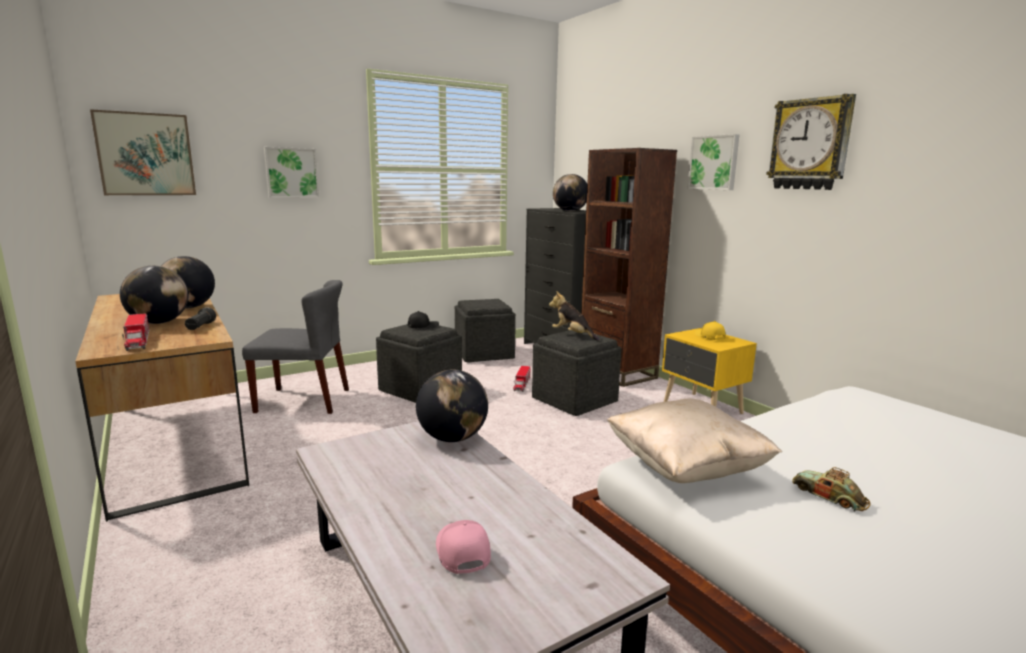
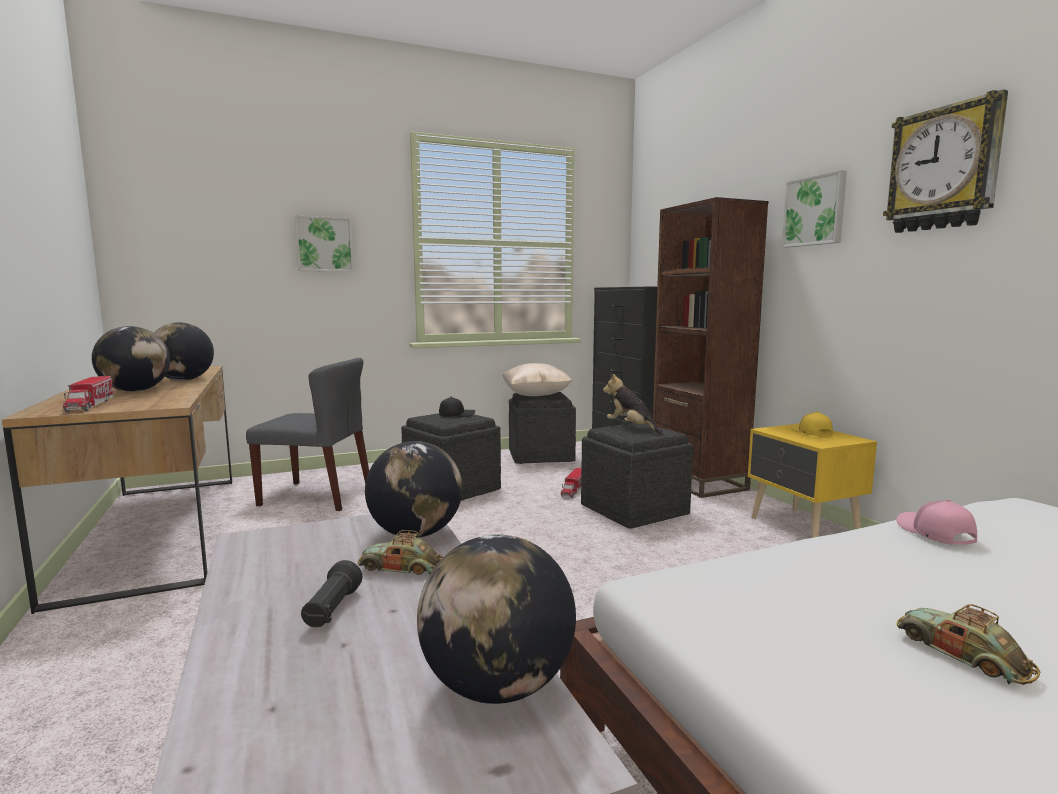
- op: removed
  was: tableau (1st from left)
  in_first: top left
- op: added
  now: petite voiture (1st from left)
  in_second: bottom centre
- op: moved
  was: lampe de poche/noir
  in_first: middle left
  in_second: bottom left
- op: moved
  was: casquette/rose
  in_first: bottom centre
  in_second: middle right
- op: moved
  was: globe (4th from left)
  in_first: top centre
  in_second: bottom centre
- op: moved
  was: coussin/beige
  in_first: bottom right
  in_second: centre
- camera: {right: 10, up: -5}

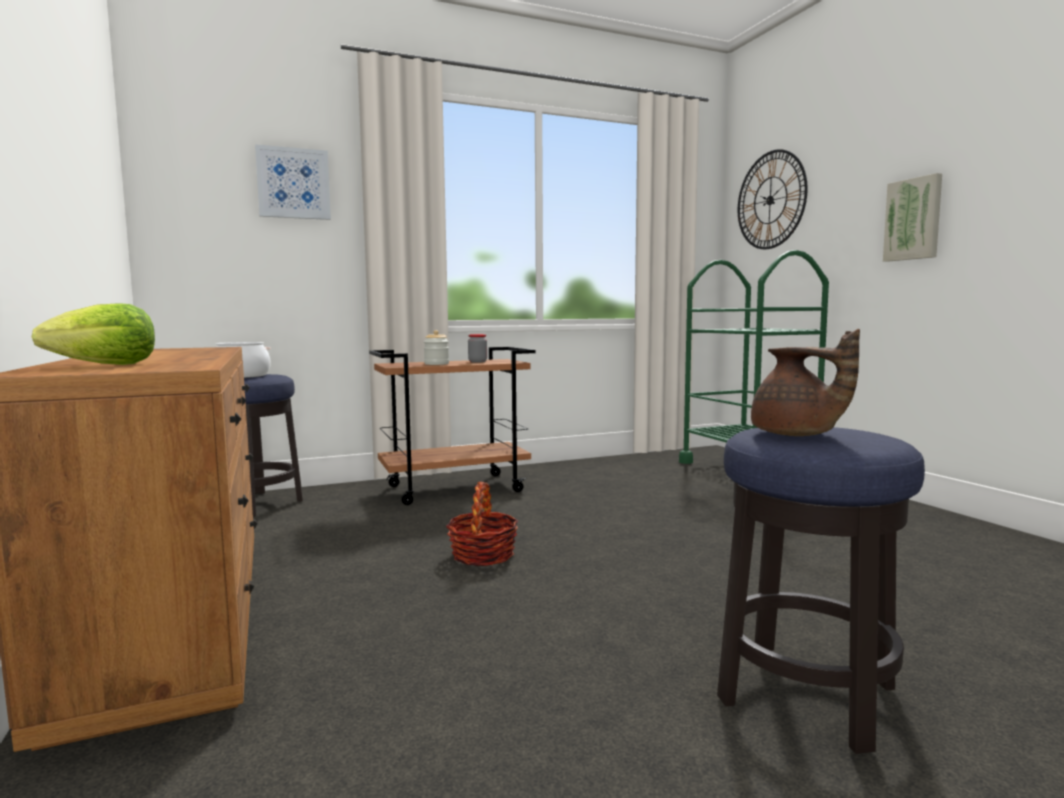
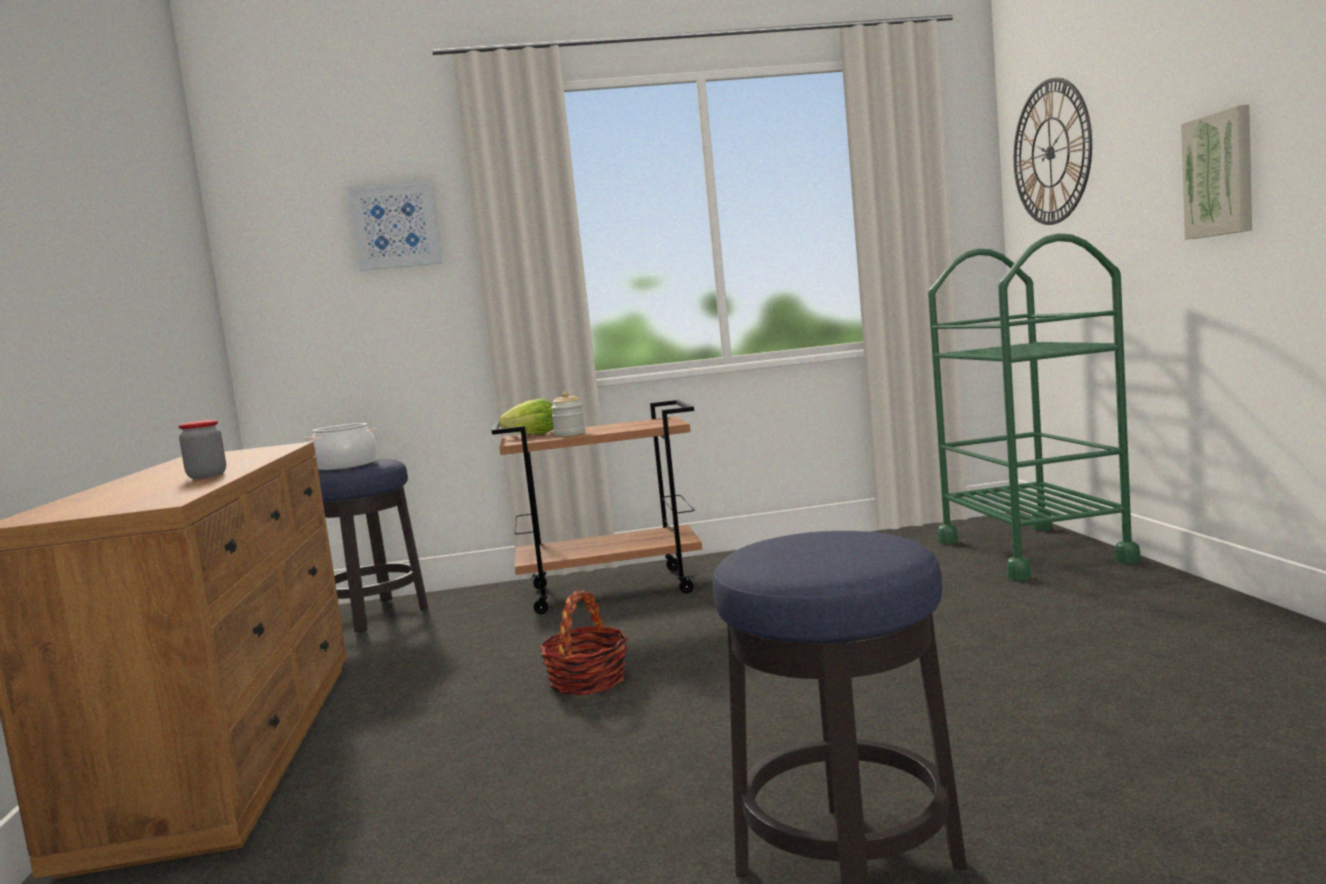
- op: removed
  was: théière/marron
  in_first: middle right
- op: moved
  was: laitue
  in_first: middle left
  in_second: centre
- op: moved
  was: bocal (2nd from left in the first image)
  now: bocal (1st from left)
  in_first: centre
  in_second: middle left
- camera: {right: 15, up: 0}

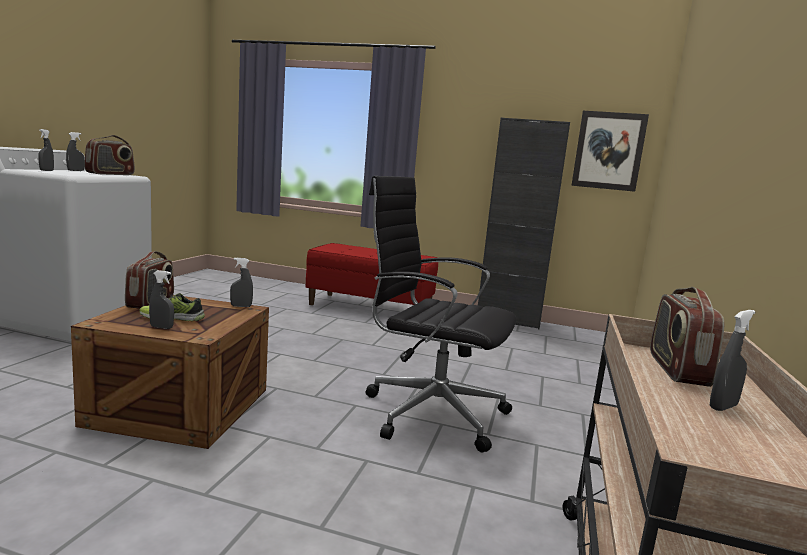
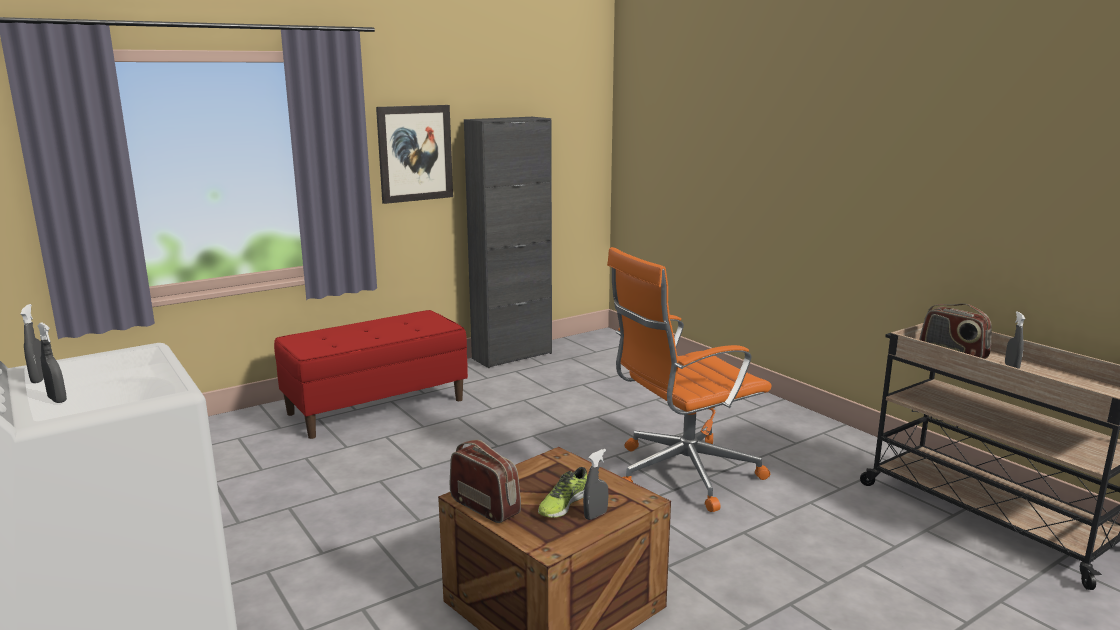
- op: removed
  was: radio (1st from left)
  in_first: top left
- op: removed
  was: vaporisateur/gris (4th from left)
  in_first: middle left
- op: moved
  was: tableau
  in_first: top right
  in_second: top centre
- op: recoloured
  was: chaise de bureau/noir
  now: chaise de bureau/orange
  in_first: centre
  in_second: centre
- camera: {right: -50, up: 5}

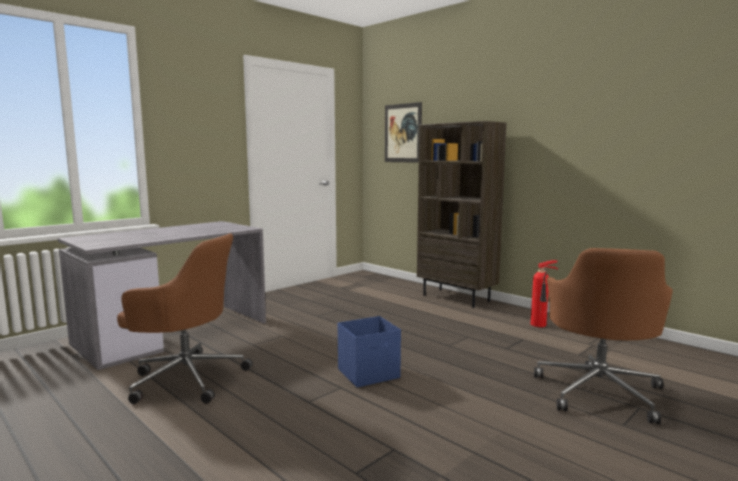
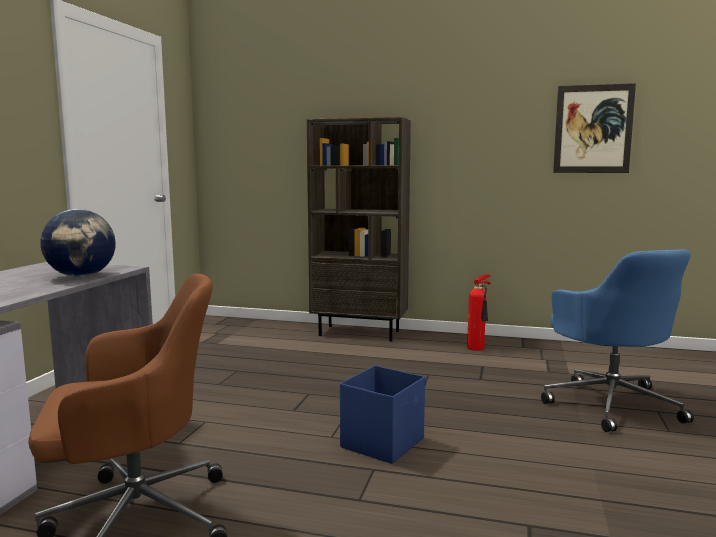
- op: added
  now: globe
  in_second: middle left
- op: moved
  was: tableau
  in_first: top centre
  in_second: top right
- op: recoloured
  was: chaise de bureau/marron (2nd from left)
  now: chaise de bureau/bleu
  in_first: bottom right
  in_second: middle right
- camera: {right: -30, up: 0}

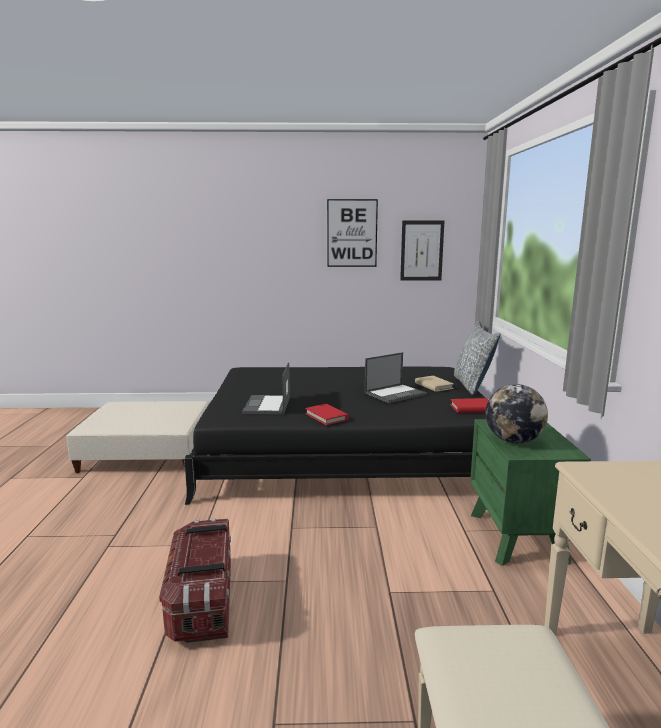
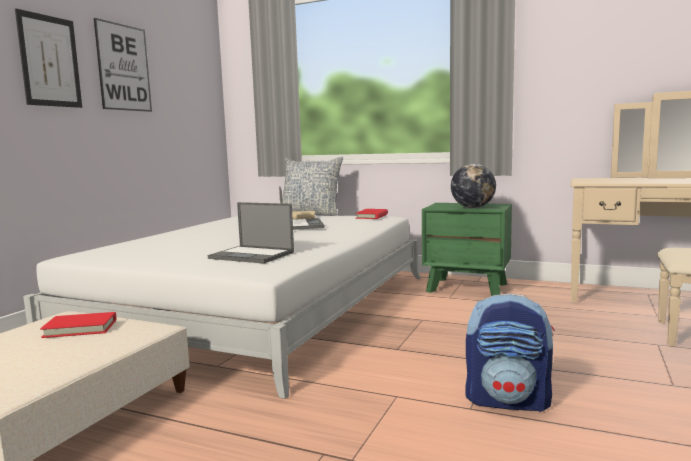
- op: moved
  was: livre/rouge (1st from left)
  in_first: centre
  in_second: bottom left
- op: moved
  was: tableau (2nd from left in the first image)
  now: tableau (1st from left)
  in_first: centre
  in_second: top left
- op: replaced
  was: boîte de rangement
  now: sac à dos
  in_first: bottom left
  in_second: bottom right
- op: recoloured
  was: lit/noir
  now: lit/blanc
  in_first: centre
  in_second: middle left
- camera: {right: -65, up: -5}

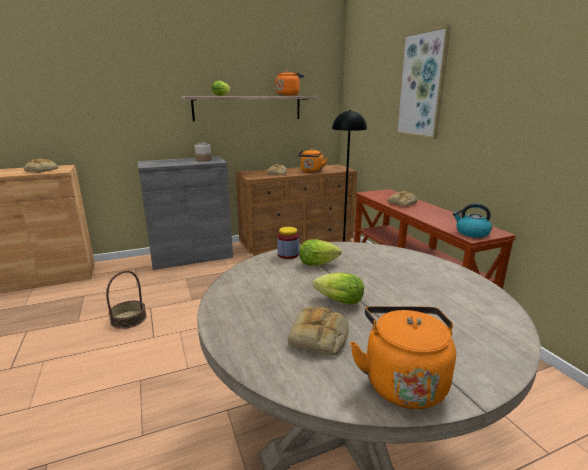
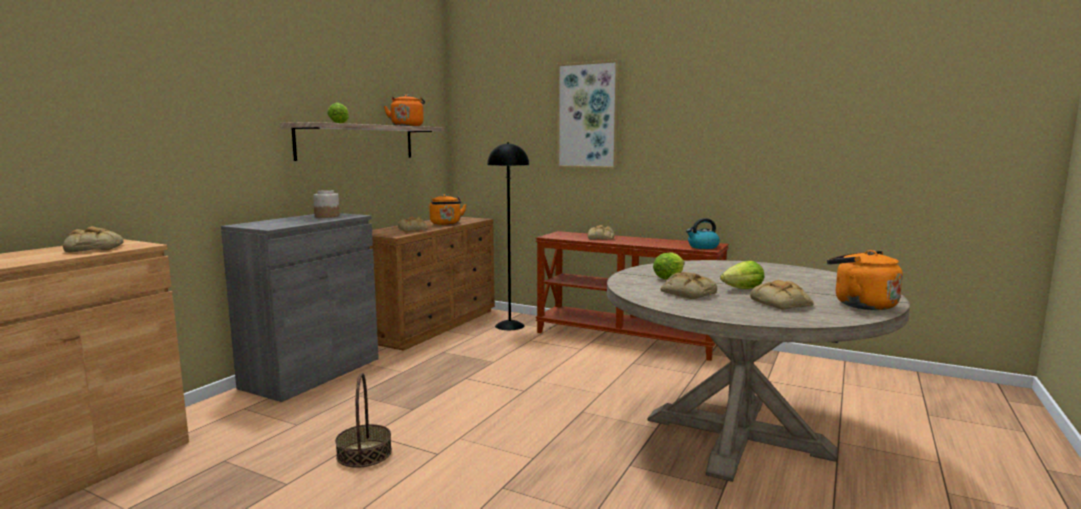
- op: removed
  was: bocal (2nd from left)
  in_first: centre
- op: added
  now: pain (4th from left)
  in_second: centre
- camera: {right: -40, up: -10}

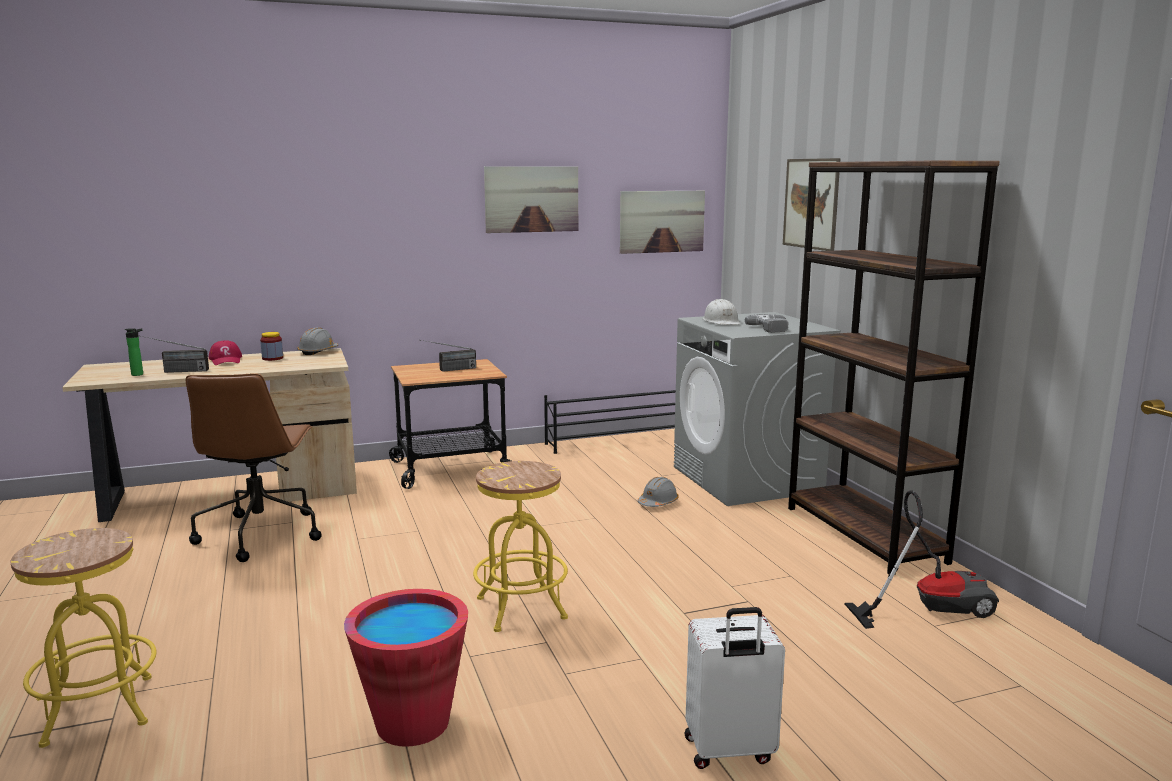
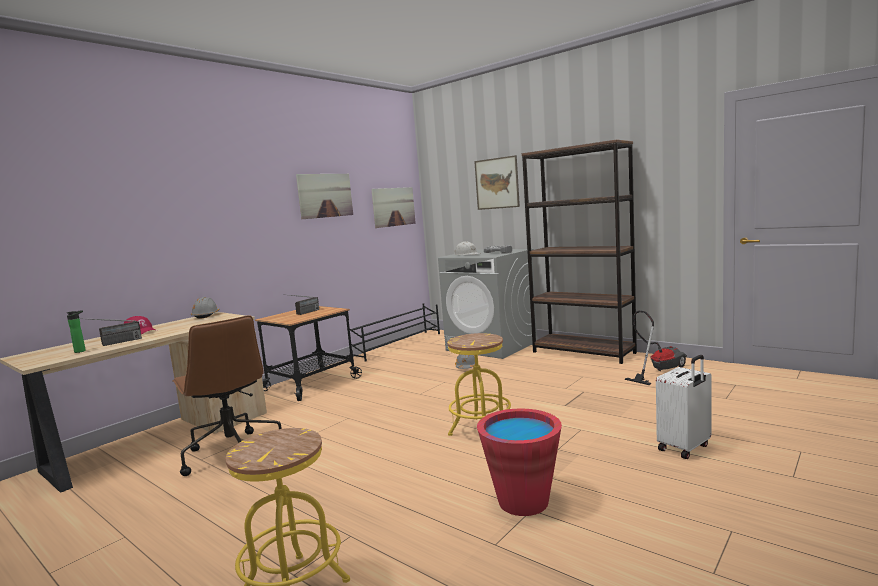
- op: removed
  was: bocal
  in_first: middle left
- camera: {right: -30, up: -5}

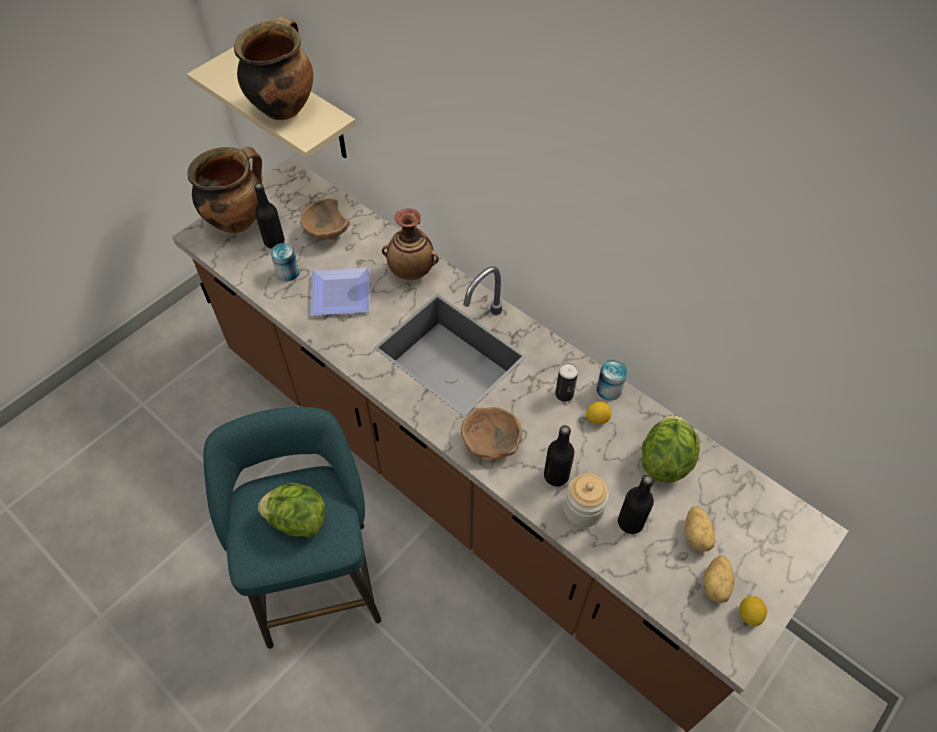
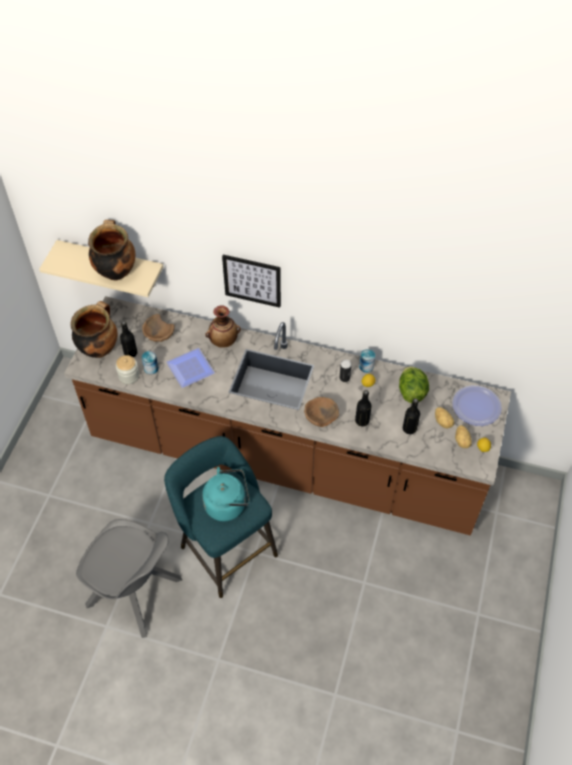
- op: added
  now: chaise/gris
  in_second: bottom left
- op: added
  now: tableau
  in_second: centre
- op: added
  now: assiette (2nd from left)
  in_second: middle right
- op: moved
  was: bocal
  in_first: bottom centre
  in_second: middle left
- op: replaced
  was: laitue (1st from left)
  now: bouilloire/turquoise
  in_first: bottom left
  in_second: centre
- camera: {right: -25, up: 0}

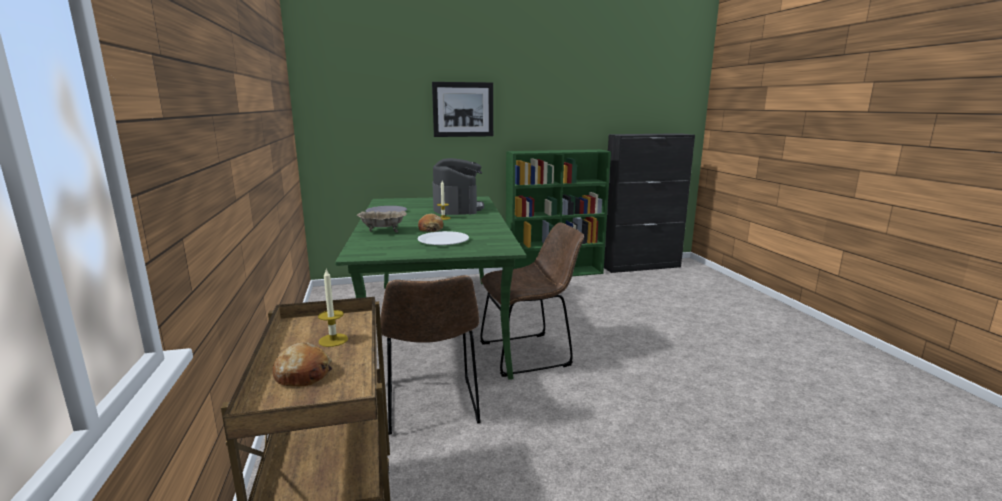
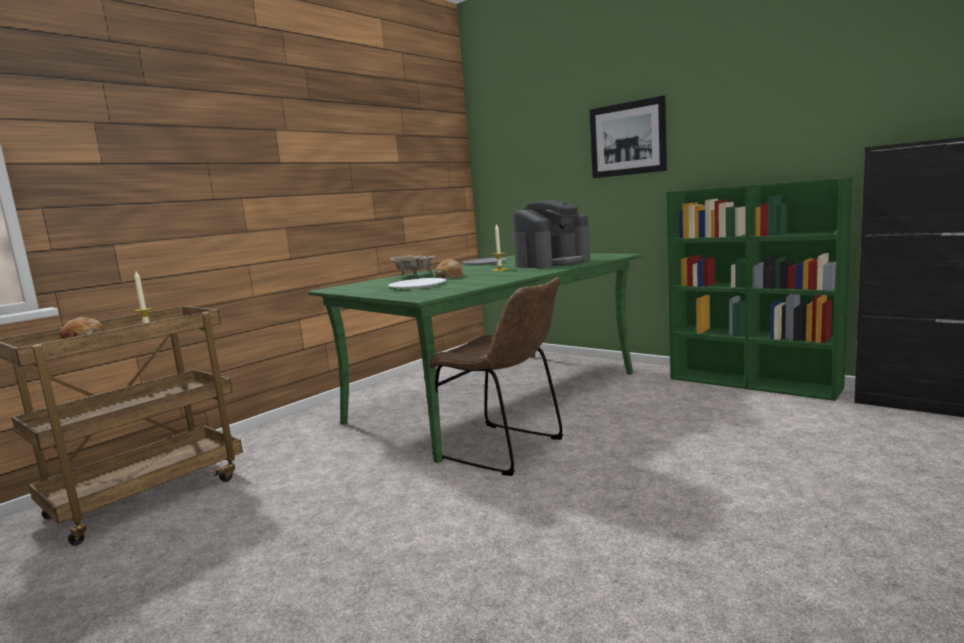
- op: removed
  was: chaise/marron (1st from left)
  in_first: bottom centre
- camera: {right: 55, up: -5}

